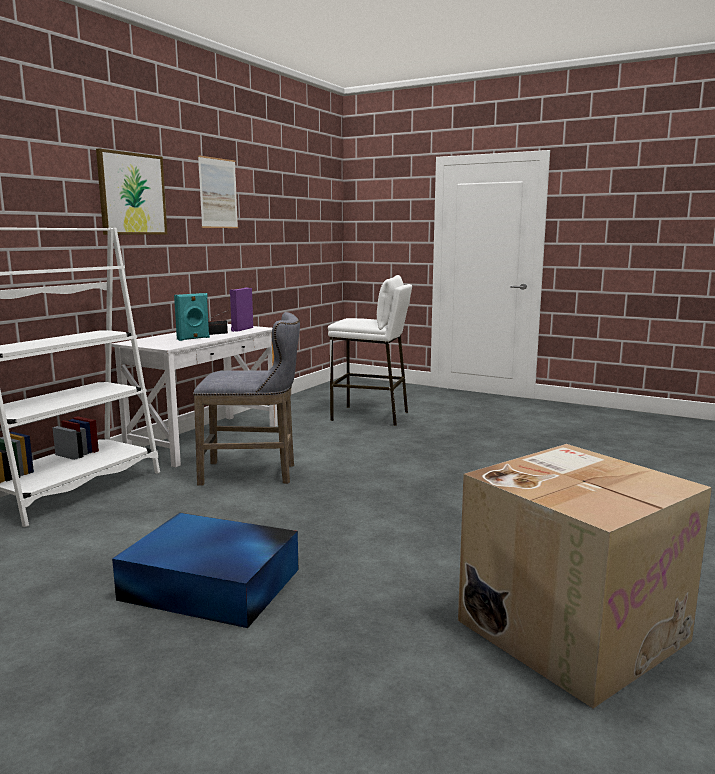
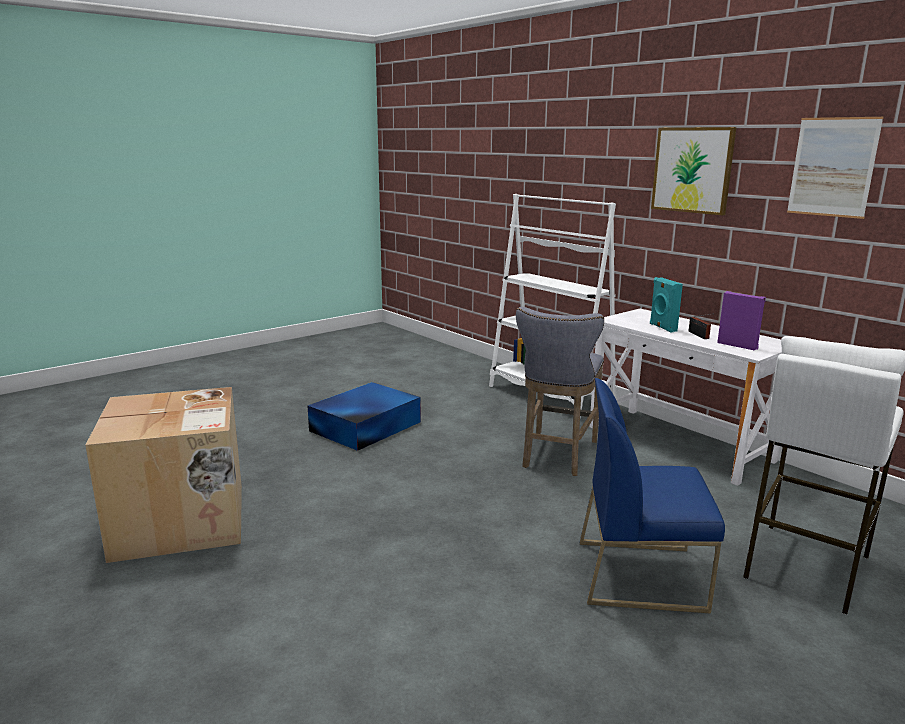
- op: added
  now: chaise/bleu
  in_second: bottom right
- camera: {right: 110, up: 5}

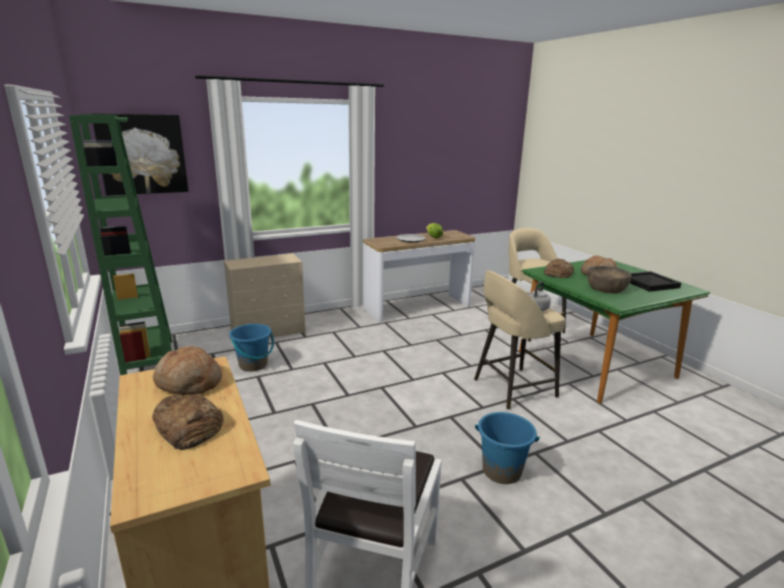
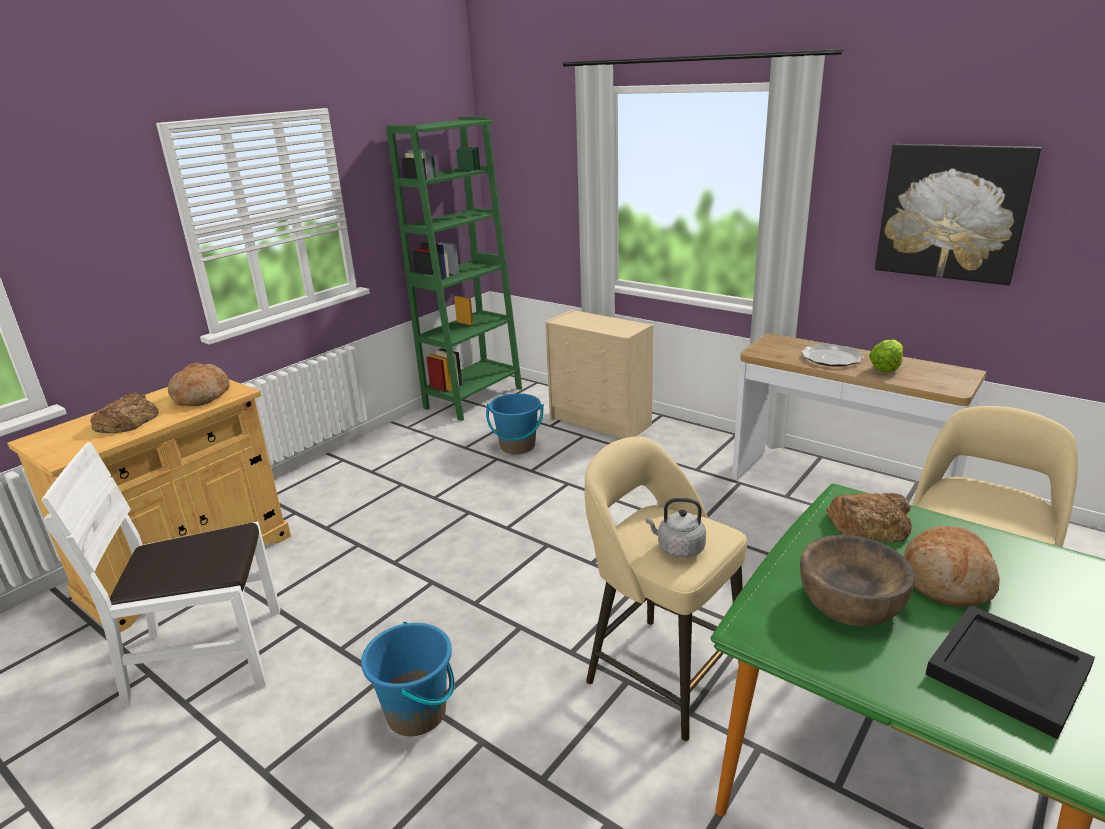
- op: moved
  was: tableau
  in_first: top left
  in_second: top right
- camera: {right: 65, up: 5}

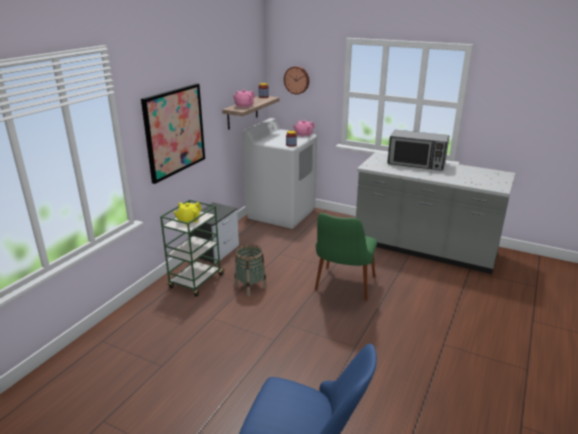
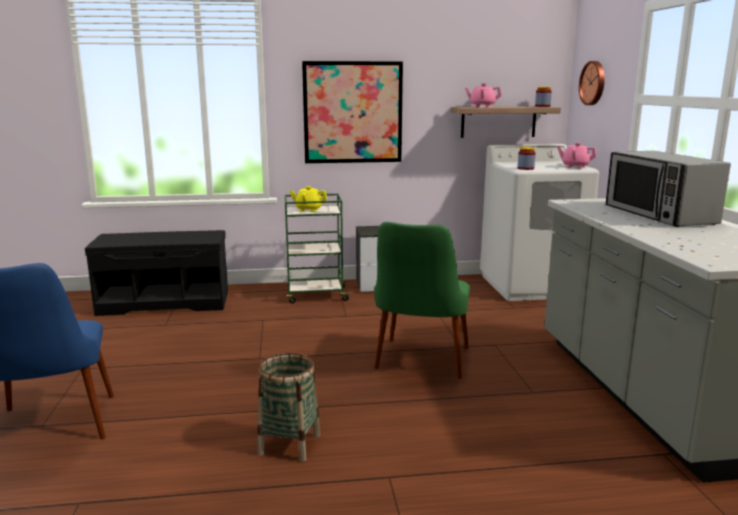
- op: added
  now: banc/noir
  in_second: middle left
- op: moved
  was: panier
  in_first: centre
  in_second: bottom centre
- op: turned
  was: chaise/vert
  in_first: centre
  in_second: centre
  clockwise: -60
- camera: {right: 55, up: -10}

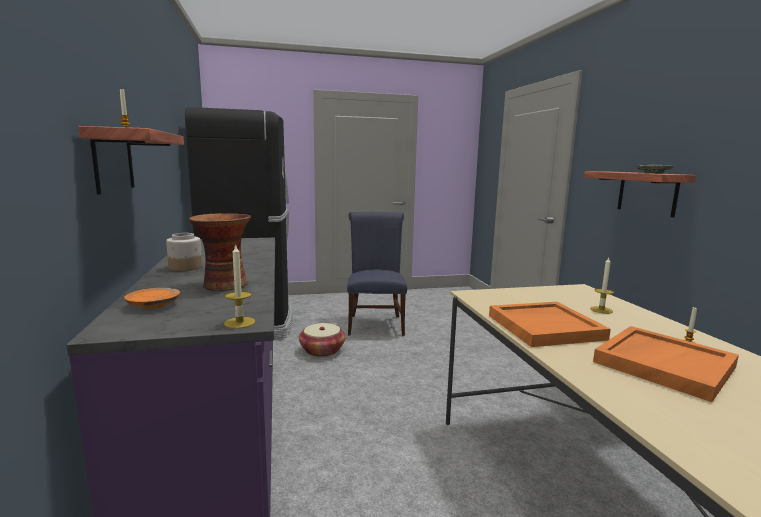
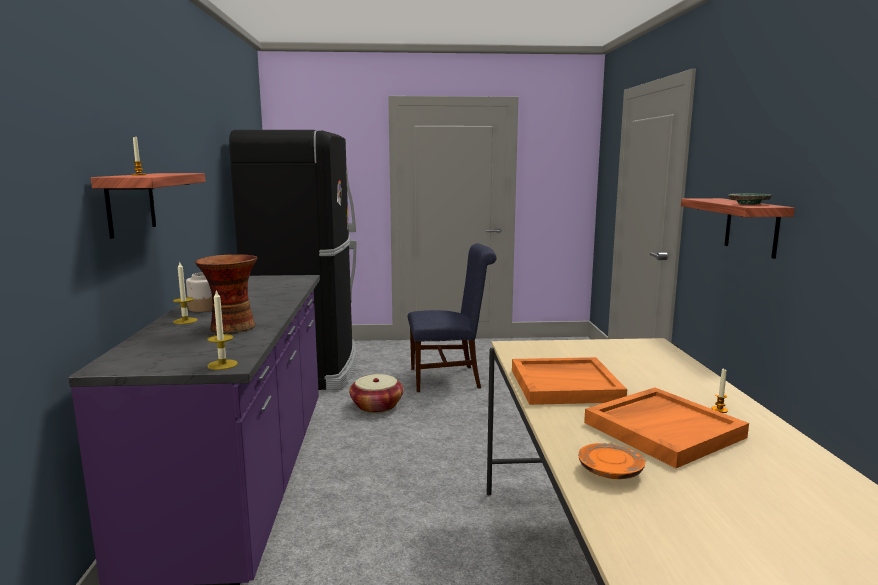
- op: moved
  was: assiette/orange
  in_first: middle left
  in_second: bottom right
- op: moved
  was: bougie (3rd from left in the first image)
  now: bougie (2nd from left)
  in_first: middle right
  in_second: middle left
- op: turned
  was: chaise/bleu
  in_first: centre
  in_second: centre
  clockwise: 75
- camera: {right: 10, up: 0}

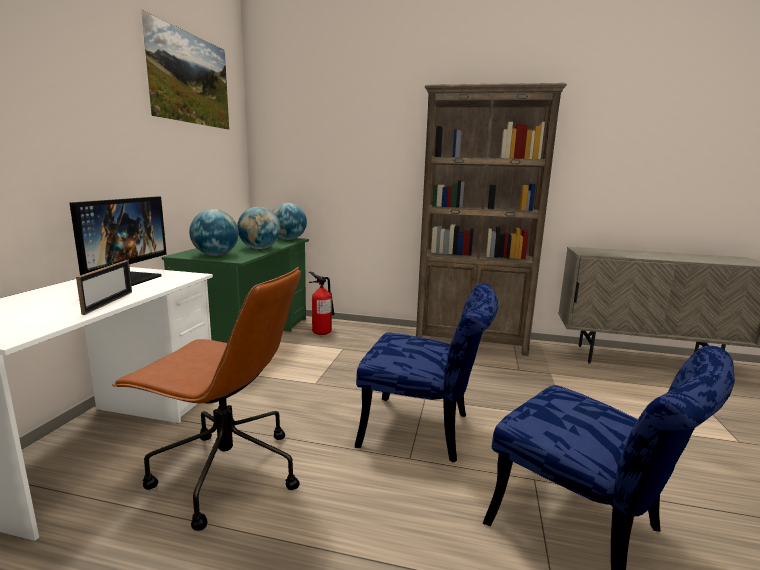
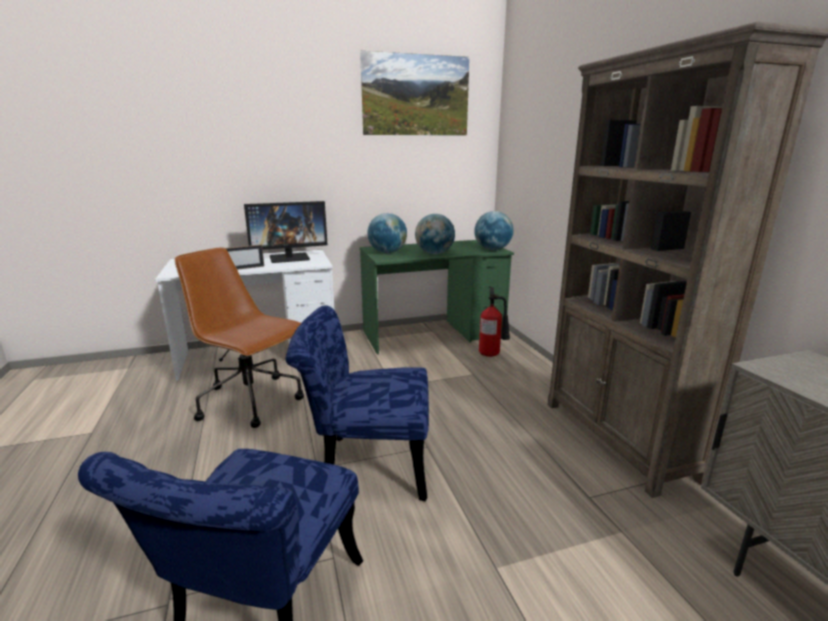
- op: turned
  was: chaise de bureau/marron
  in_first: bottom left
  in_second: middle left
  clockwise: 135
- op: turned
  was: chaise/bleu (1st from left in the first image)
  in_first: centre
  in_second: centre
  clockwise: 105
- camera: {right: 60, up: 5}

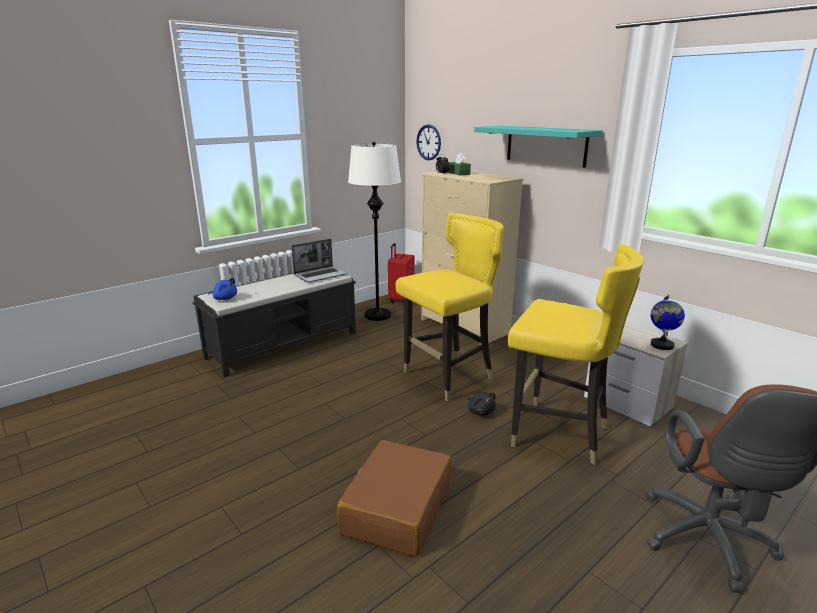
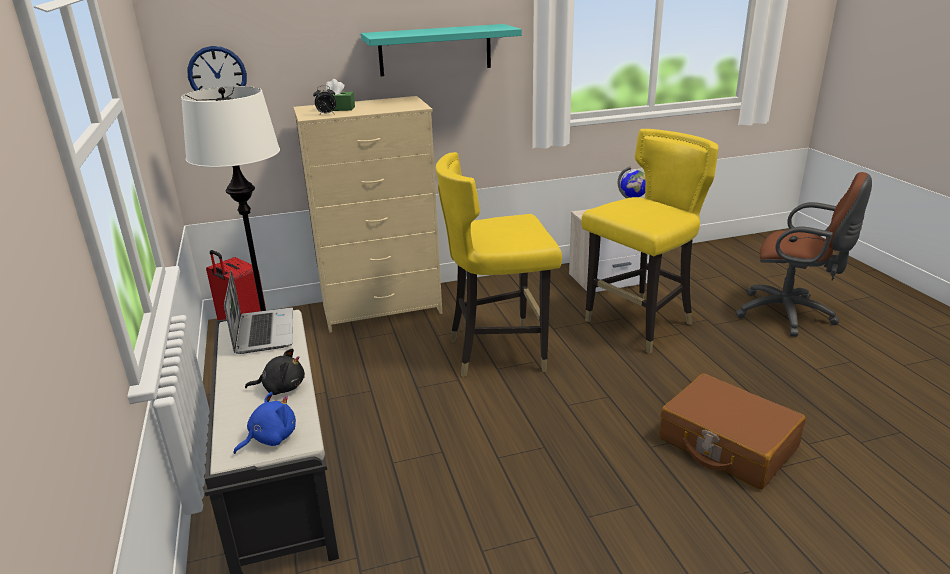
- op: moved
  was: peluche/noir
  in_first: centre
  in_second: middle left
- op: turned
  was: chaise/jaune (1st from left)
  in_first: centre
  in_second: centre
  clockwise: -90
- camera: {right: -65, up: 5}

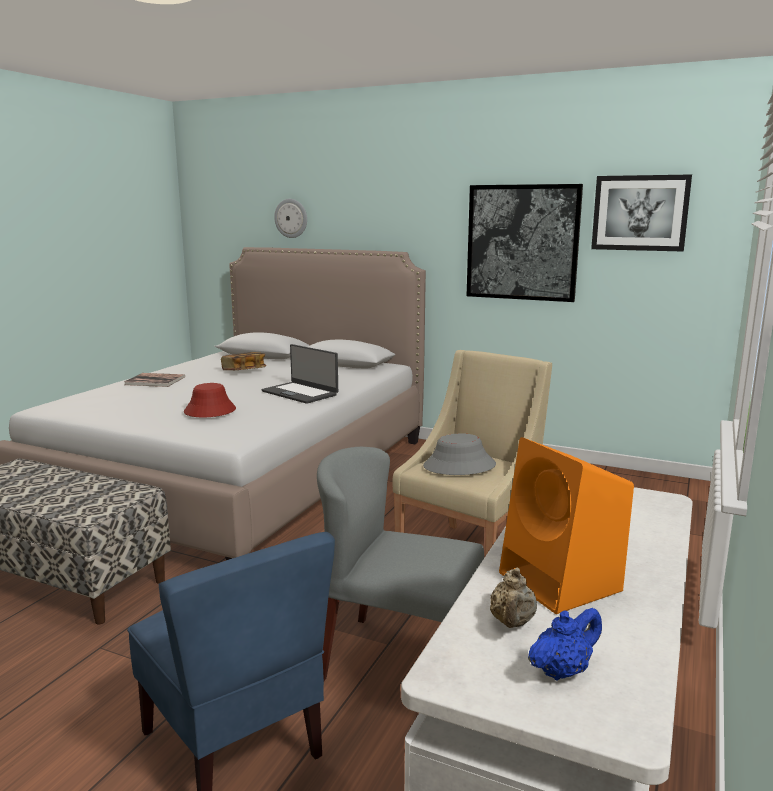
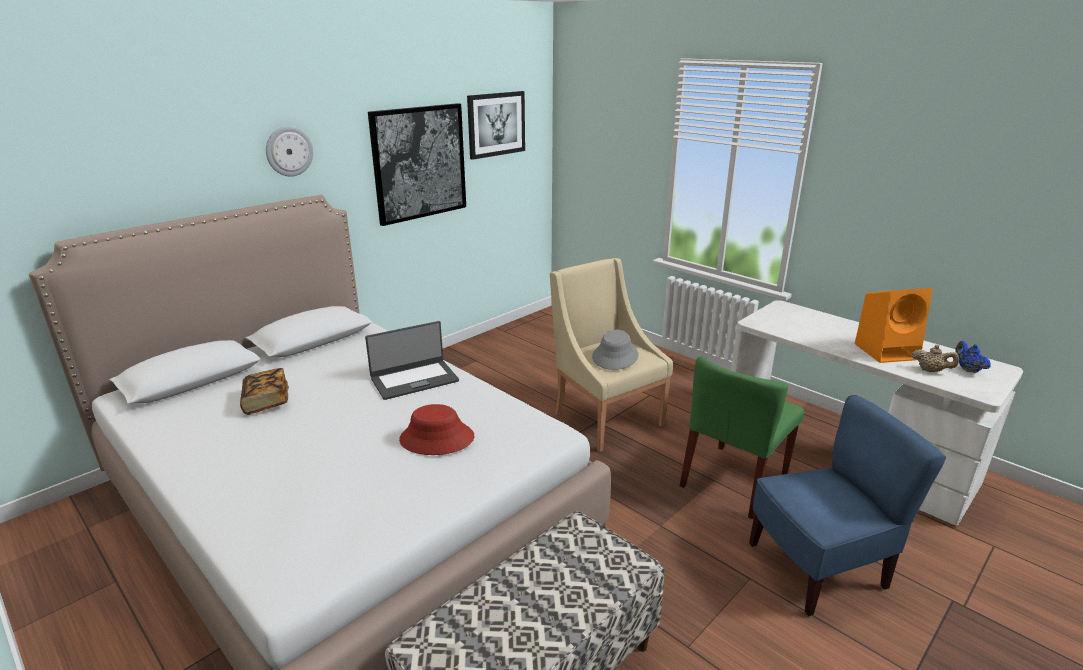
- op: removed
  was: livre (1st from left)
  in_first: middle left
- op: moved
  was: horloge murale
  in_first: top centre
  in_second: top left
- op: recoloured
  was: chaise/gris
  now: chaise/vert
  in_first: bottom centre
  in_second: middle right
- camera: {right: -70, up: 10}

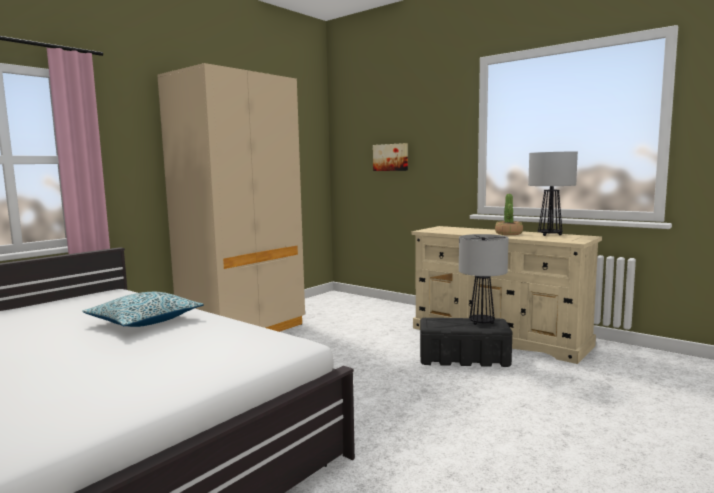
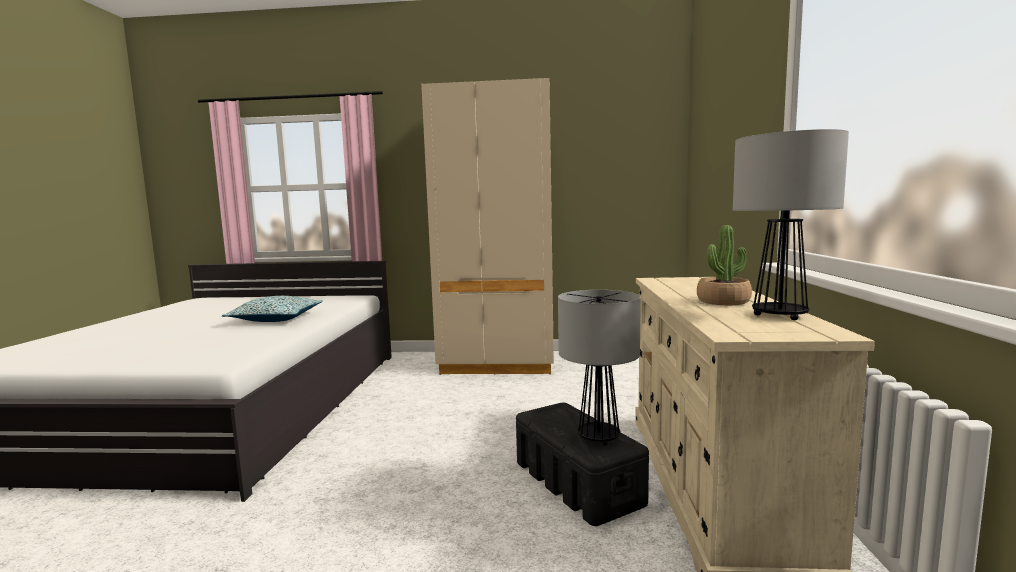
- op: removed
  was: tableau
  in_first: top centre
- camera: {right: 55, up: 0}

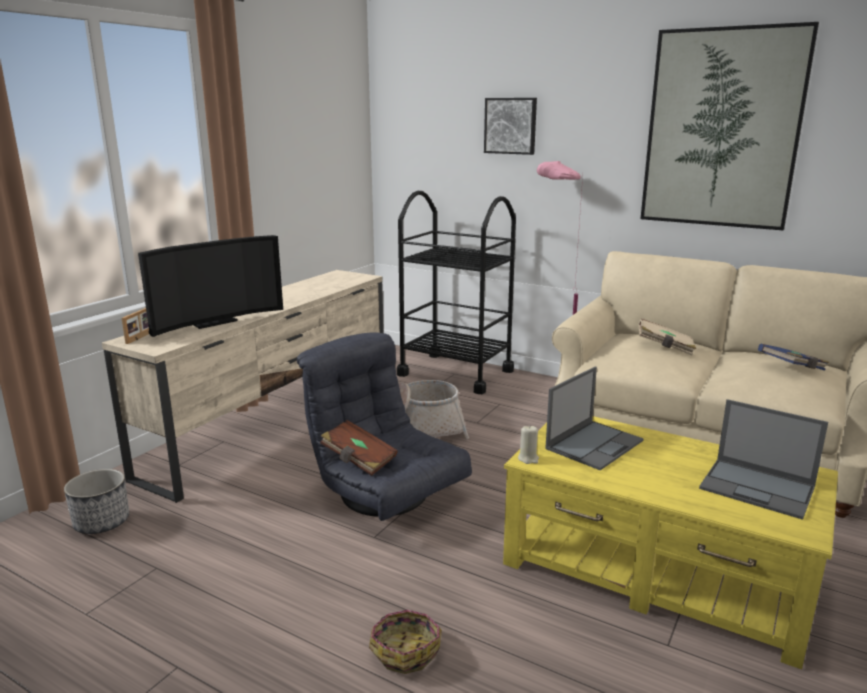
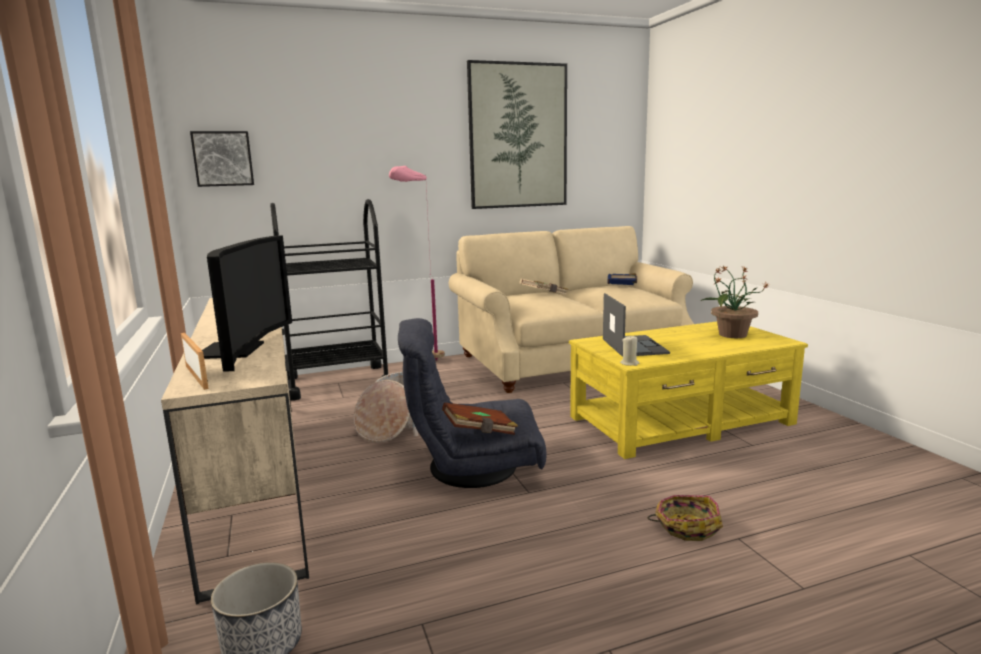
- op: moved
  was: tableau (1st from left)
  in_first: top centre
  in_second: top left
- op: replaced
  was: ordinateur portable (2nd from left)
  now: plante en pot
  in_first: middle right
  in_second: middle right
- camera: {right: -50, up: -5}

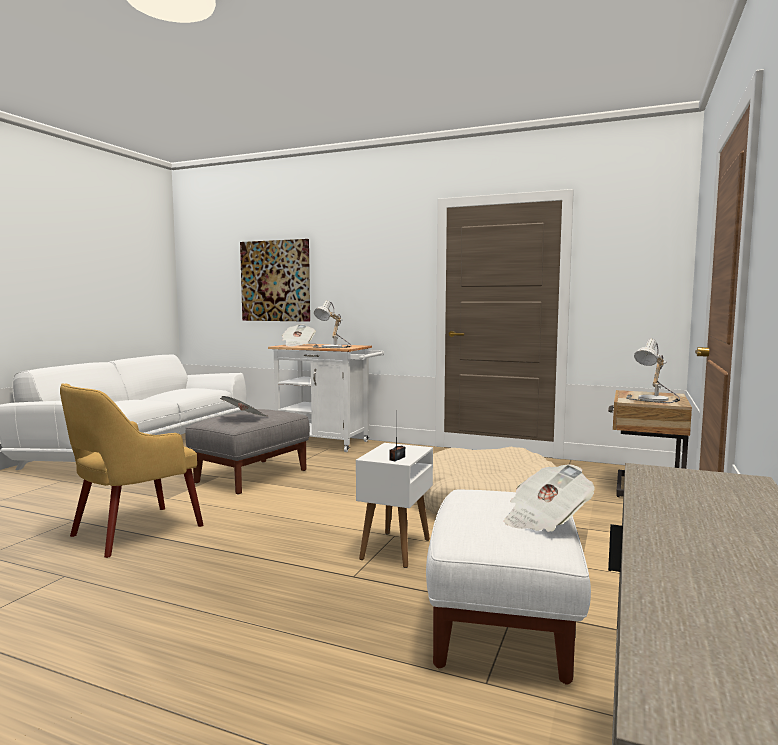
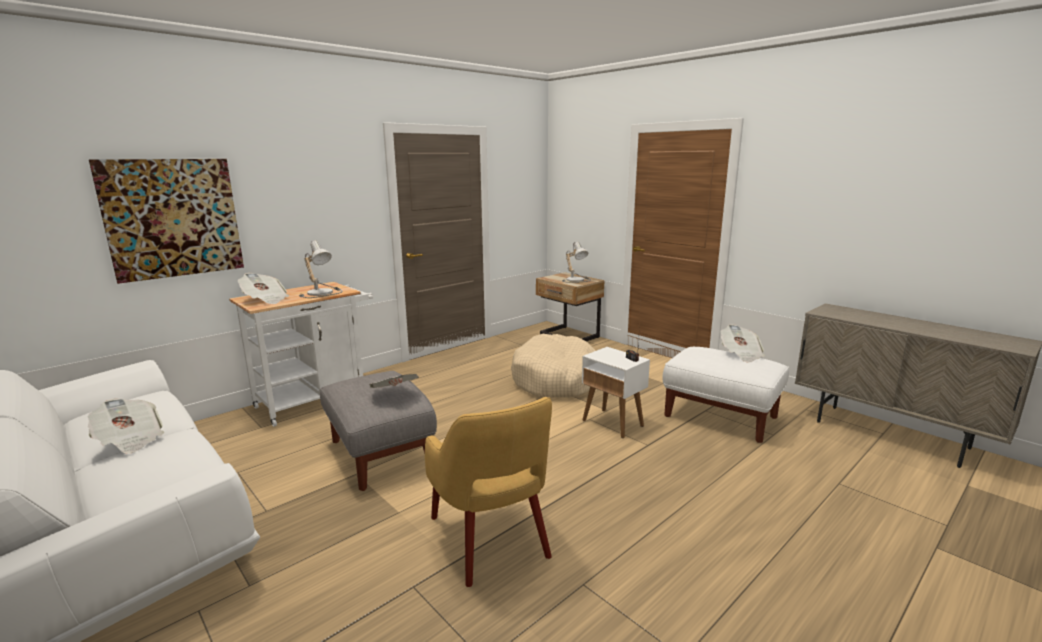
- op: added
  now: journal (1st from left)
  in_second: middle left
- camera: {right: -65, up: 10}

